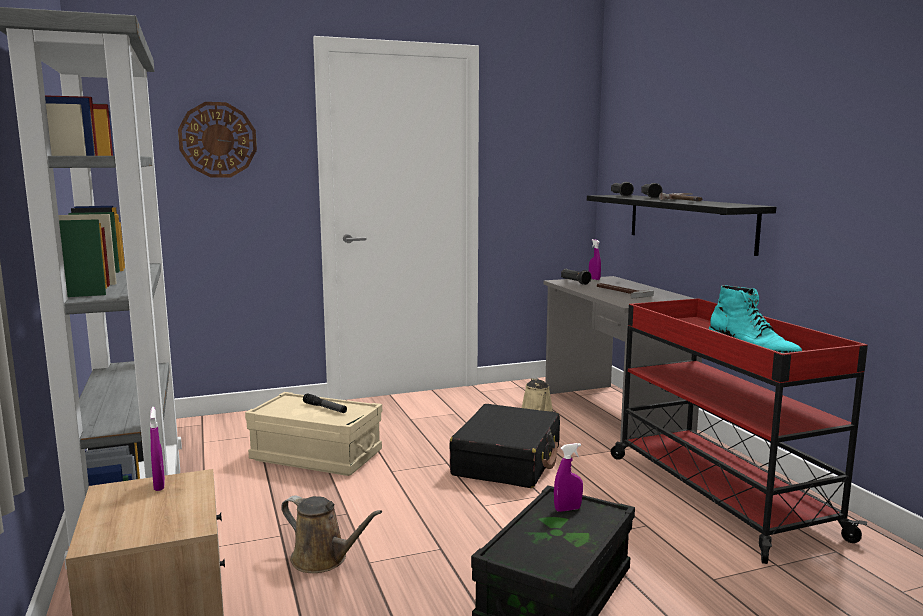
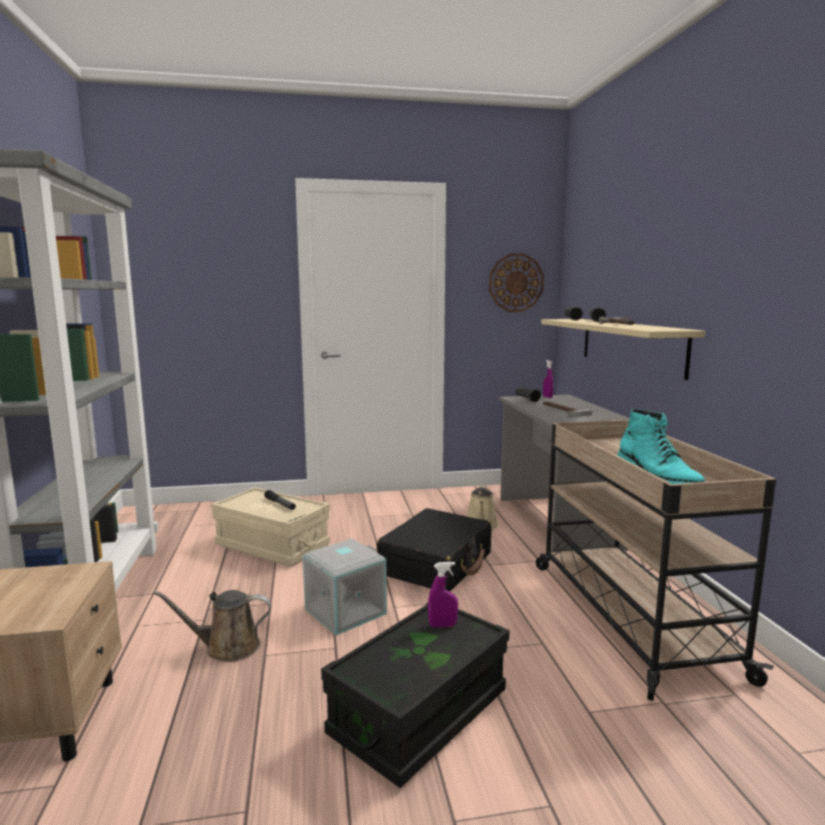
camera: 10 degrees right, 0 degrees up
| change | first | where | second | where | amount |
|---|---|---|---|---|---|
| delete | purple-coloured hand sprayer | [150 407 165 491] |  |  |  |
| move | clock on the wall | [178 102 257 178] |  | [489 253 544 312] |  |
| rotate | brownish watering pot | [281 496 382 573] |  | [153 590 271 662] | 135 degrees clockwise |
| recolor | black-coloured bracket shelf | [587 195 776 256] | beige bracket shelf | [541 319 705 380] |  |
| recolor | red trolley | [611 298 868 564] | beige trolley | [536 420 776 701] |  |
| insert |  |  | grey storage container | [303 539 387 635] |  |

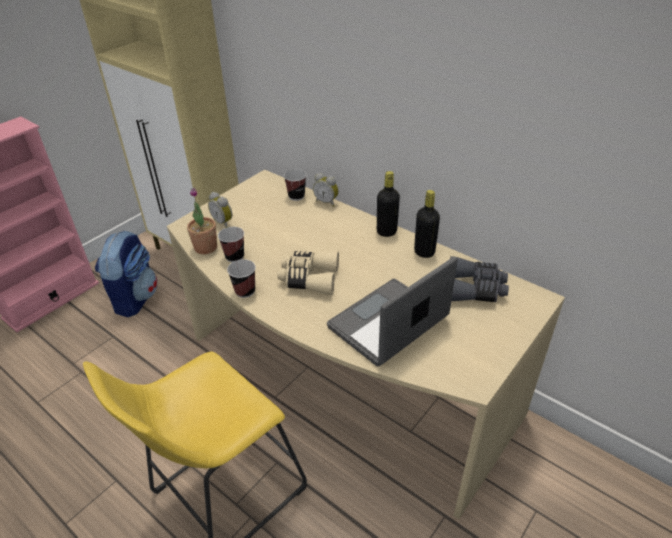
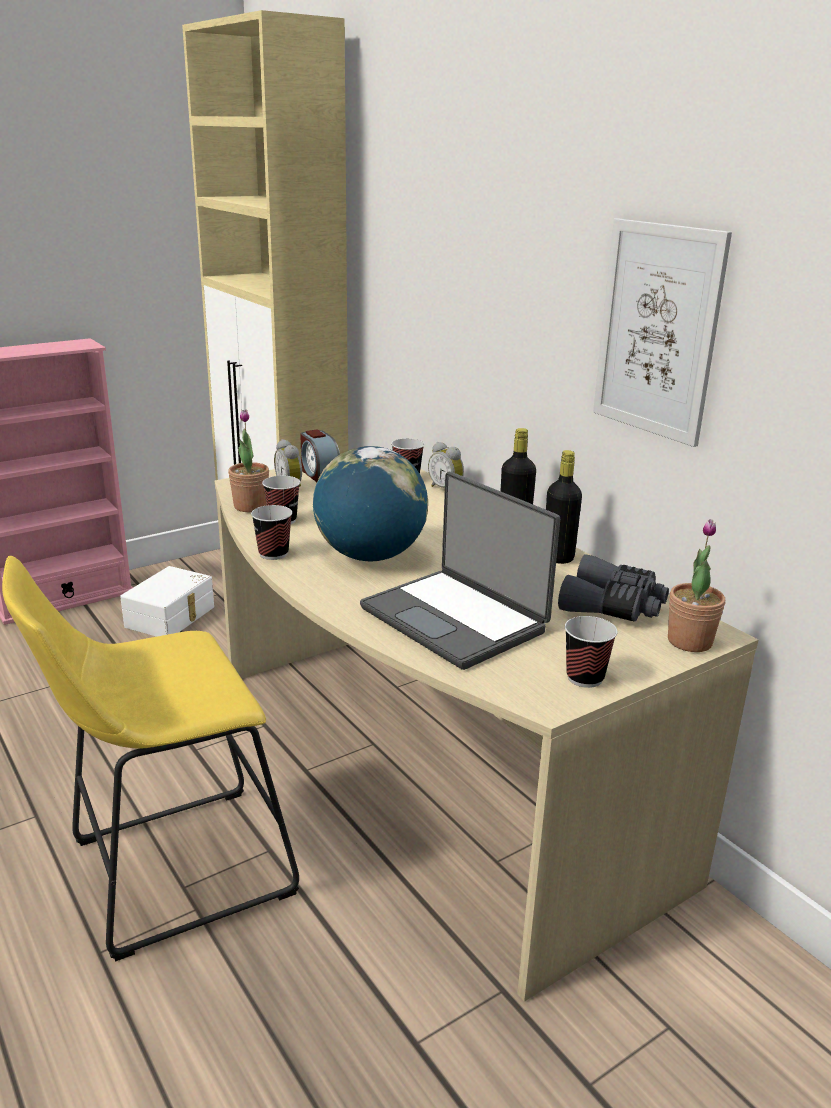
camera: 15 degrees right, 15 degrees down
| change | first | where | second | where | amount |
|---|---|---|---|---|---|
| replace | backpack | [95 231 157 317] | white-coloured storage container | [120 566 214 637] |  |
| replace | beige field glasses | [277 251 339 295] | globe | [313 446 428 561] |  |
| rotate | laptop | [327 257 458 367] |  | [360 472 560 670] | 105 degrees counterclockwise |
| insert |  |  | table clock | [300 430 340 482] |  |
| insert |  |  | cup | [565 616 618 688] |  |
| insert |  |  | wall picture | [593 218 732 447] |  |
| insert |  |  | plant in a pot | [668 519 725 652] |  |

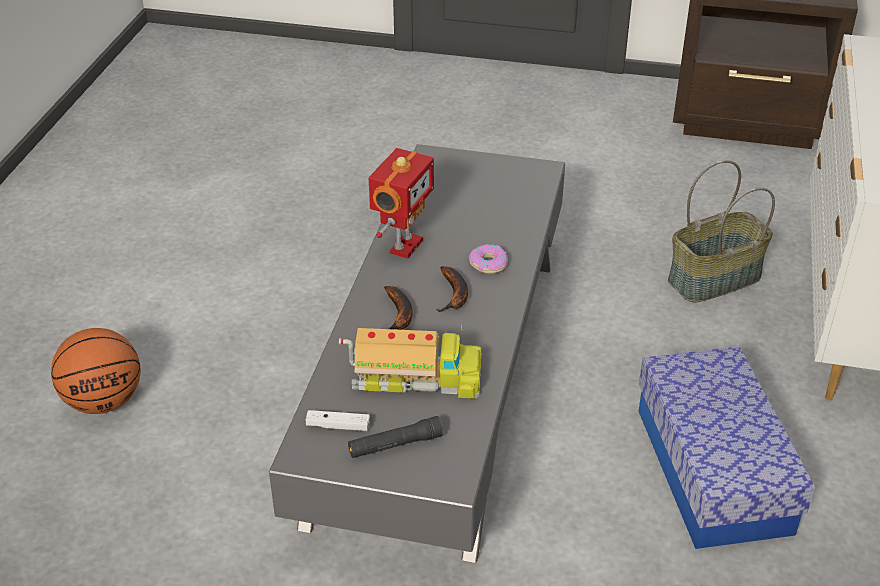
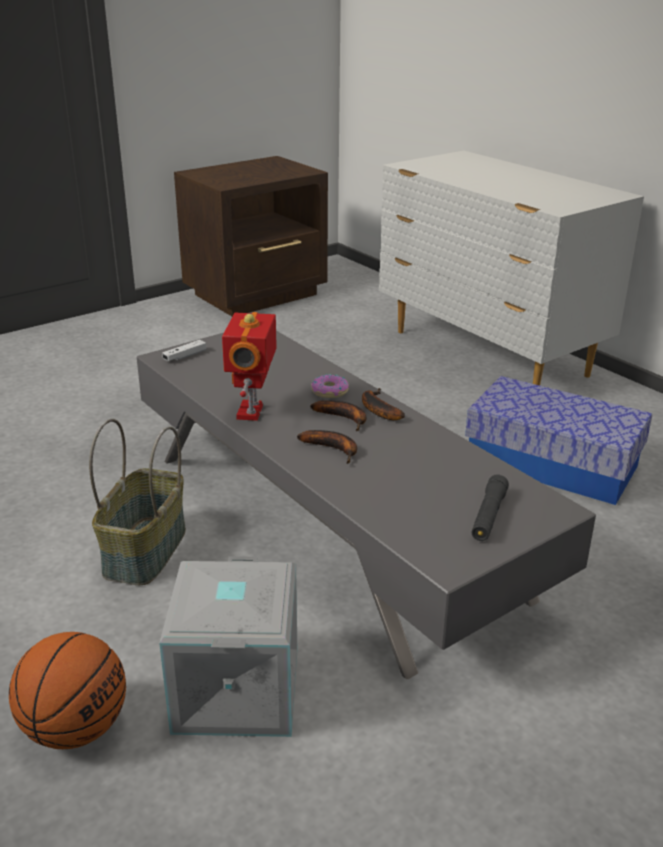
camera: 50 degrees left, 10 degrees down
| change | first | where | second | where | amount |
|---|---|---|---|---|---|
| move | white-coloured joypad | [306 410 370 431] |  | [162 340 207 361] |  |
| delete | toy truck | [339 325 482 399] |  |  |  |
| rotate | toy robot | [369 148 434 259] |  | [222 312 277 421] | 150 degrees counterclockwise |
| move | storage basket | [668 160 775 302] |  | [89 419 186 585] |  |
| insert |  |  | grey storage container | [159 556 297 737] |  |
| insert |  |  | whole banana | [362 388 405 420] |  |

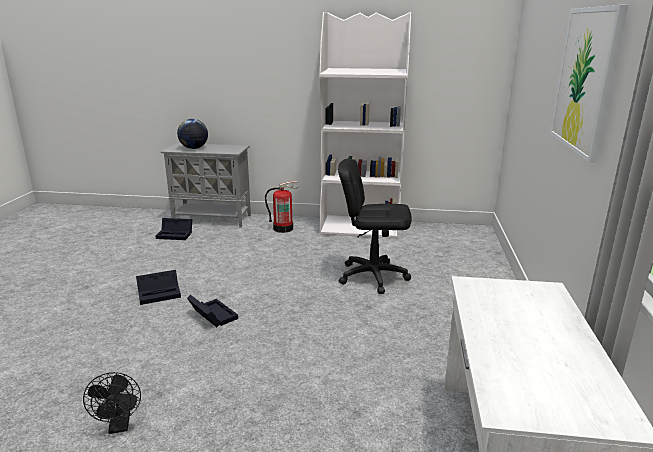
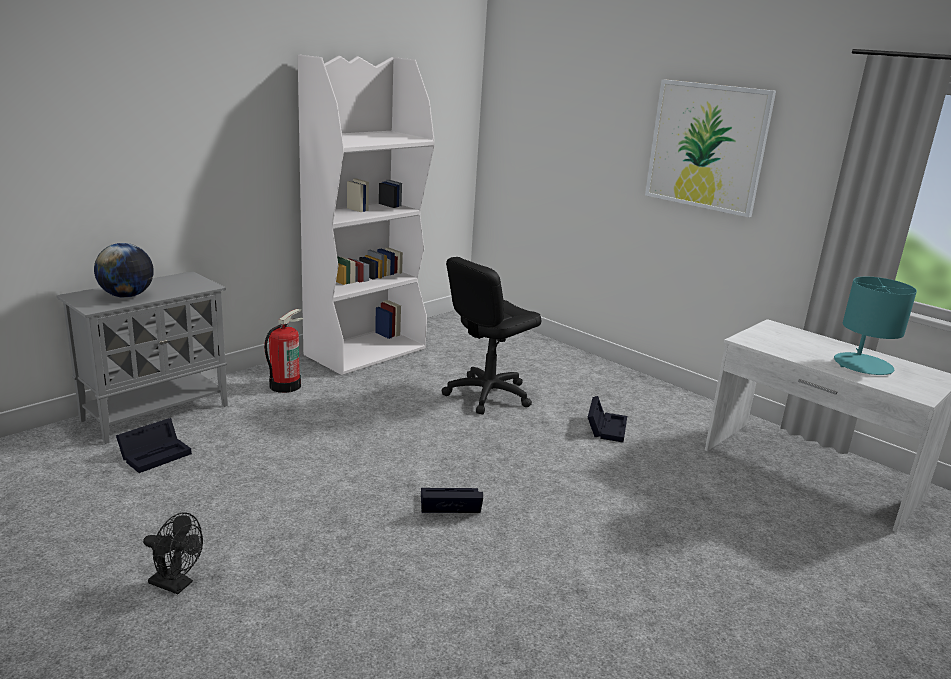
camera: 55 degrees left, 0 degrees up
| change | first | where | second | where | amount |
|---|---|---|---|---|---|
| move | black-coloured cooling fan | [83 372 141 434] |  | [143 512 203 595] |  |
| move | black-coloured storage container | [136 270 181 305] |  | [588 396 627 443] |  |
| insert |  |  | turquoise-coloured tabletop lamp | [834 277 917 375] |  |

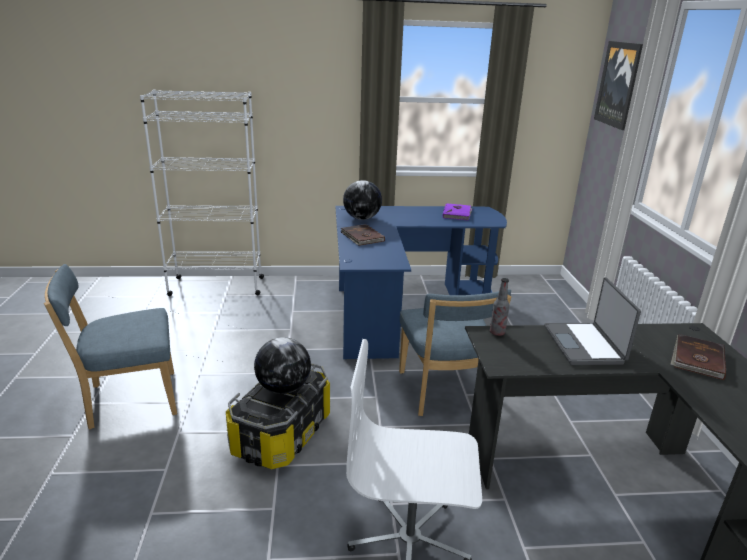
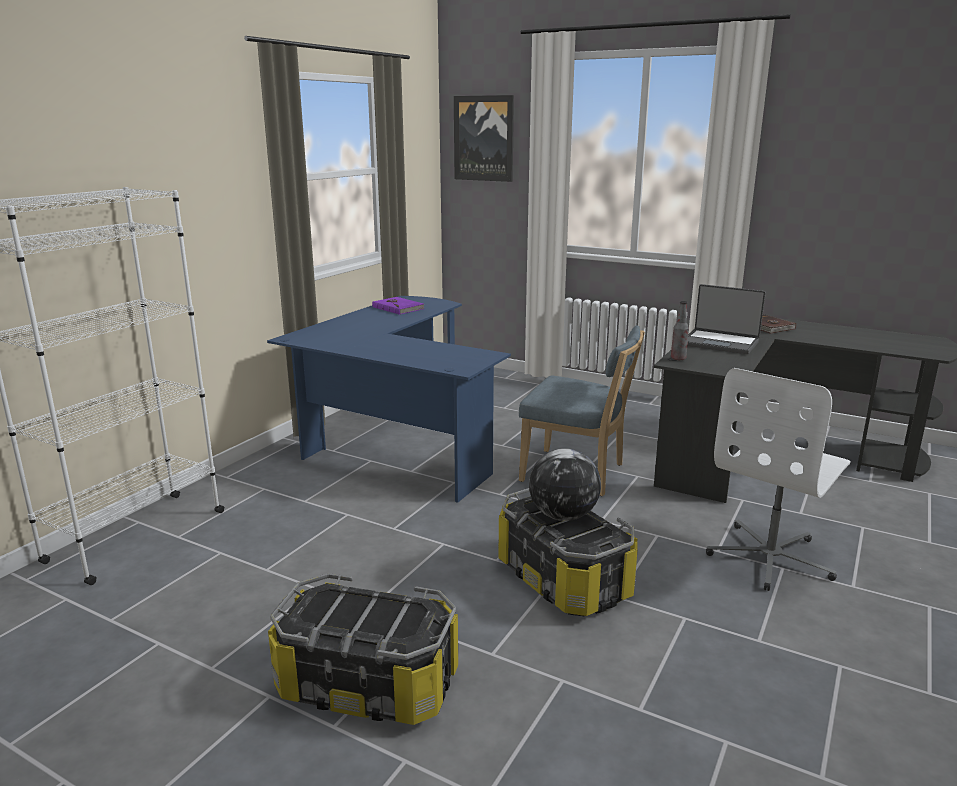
camera: 55 degrees left, 5 degrees down
| change | first | where | second | where | amount |
|---|---|---|---|---|---|
| replace | bluish chair | [44 264 177 430] | storage container | [268 573 458 725] |  |
| delete | brownish book | [341 224 385 246] |  |  |  |
| delete | globe | [343 180 382 220] |  |  |  |

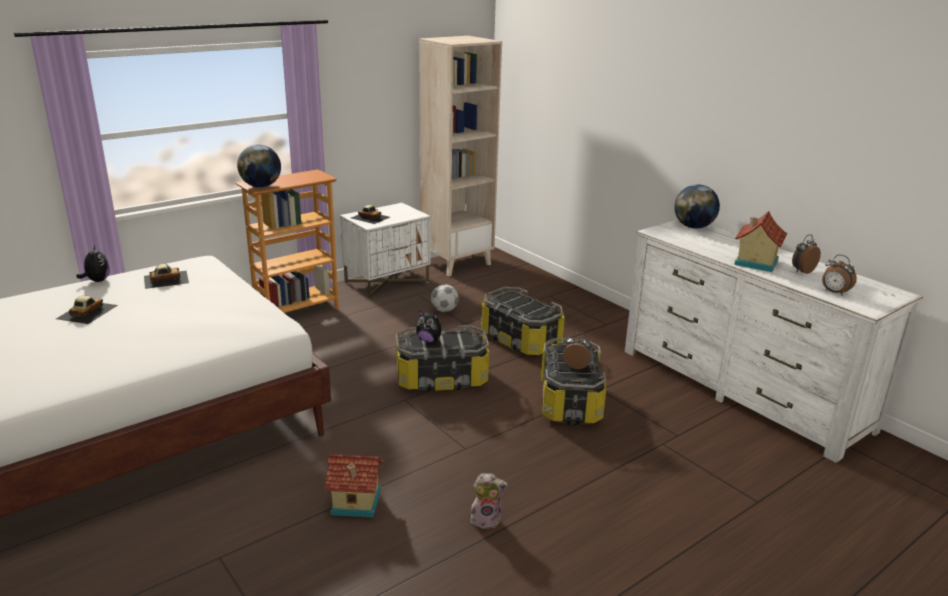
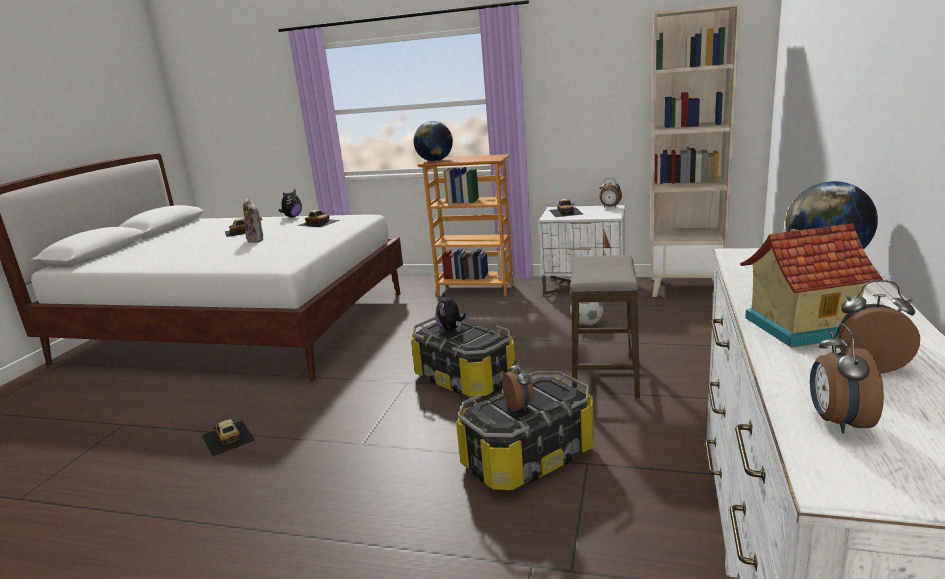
camera: 55 degrees right, 5 degrees down
| change | first | where | second | where | amount |
|---|---|---|---|---|---|
| replace | miniature house | [325 454 384 518] | toy car | [202 419 255 457] |  |
| move | soft toy | [470 473 508 529] |  | [243 198 264 243] |  |
| replace | storage container | [481 287 565 357] | stool seat | [571 255 640 399] |  |
| insert |  |  | table clock | [599 178 622 207] |  |

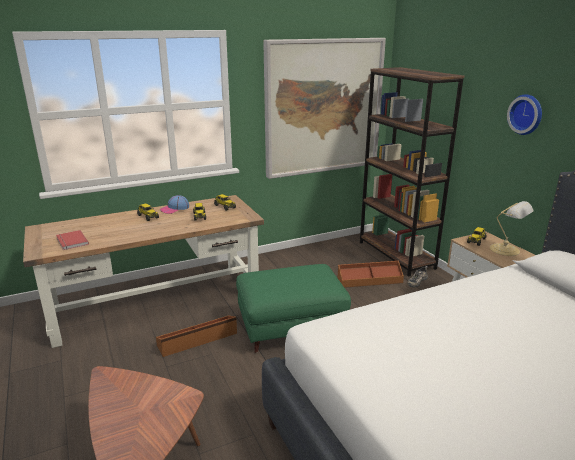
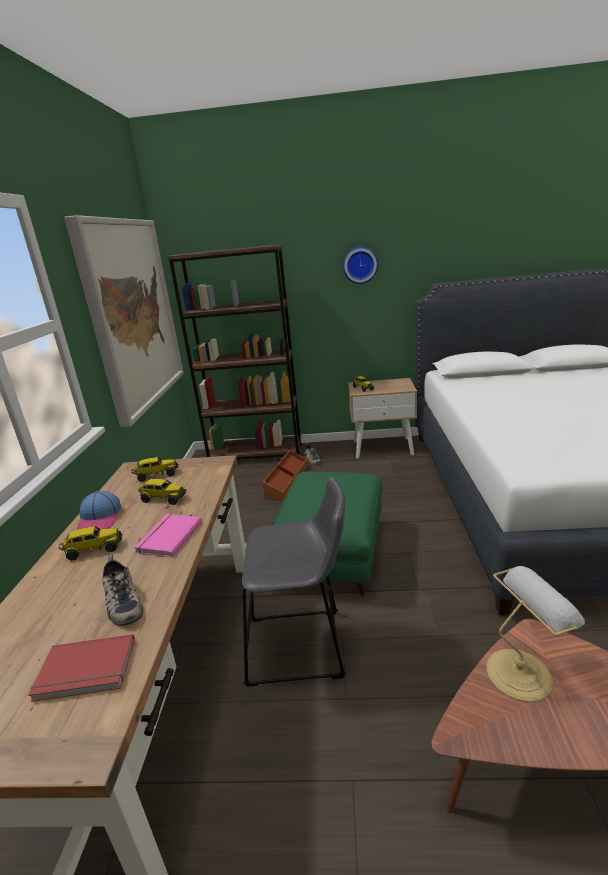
camera: 60 degrees left, 0 degrees up
| change | first | where | second | where | amount |
|---|---|---|---|---|---|
| replace | brownish storage container | [156 316 237 357] | grey stool seat | [242 477 346 687] |  |
| move | tabletop lamp | [490 201 534 256] |  | [487 566 585 702] |  |
| insert |  |  | low shoe | [102 554 143 626] |  |
| insert |  |  | pinkish book | [134 514 202 557] |  |

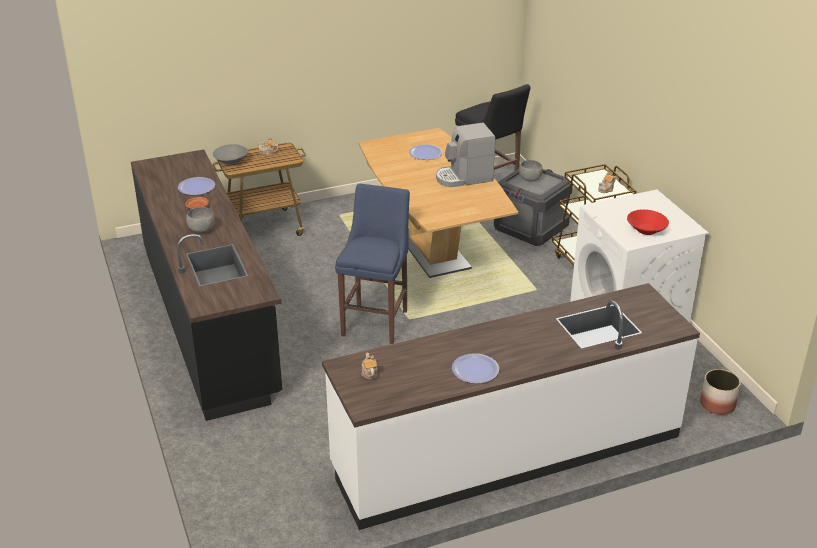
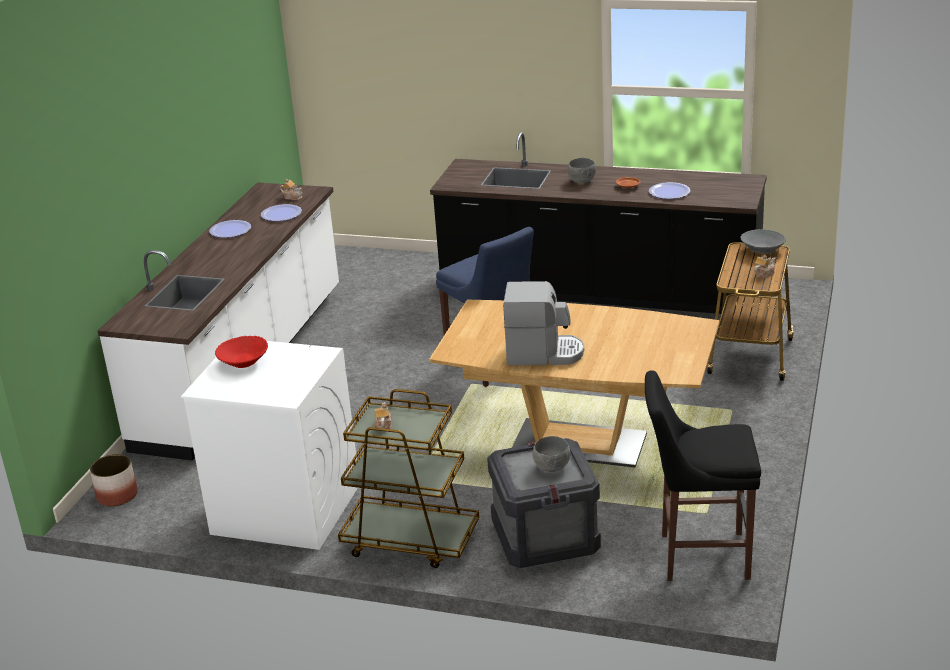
camera: 130 degrees right, 5 degrees down
| change | first | where | second | where | amount |
|---|---|---|---|---|---|
| move | dinner plate | [409 144 443 160] |  | [261 204 302 221] |  |
| rotate | coffee maker | [436 123 495 188] |  | [503 281 584 365] | 75 degrees clockwise |

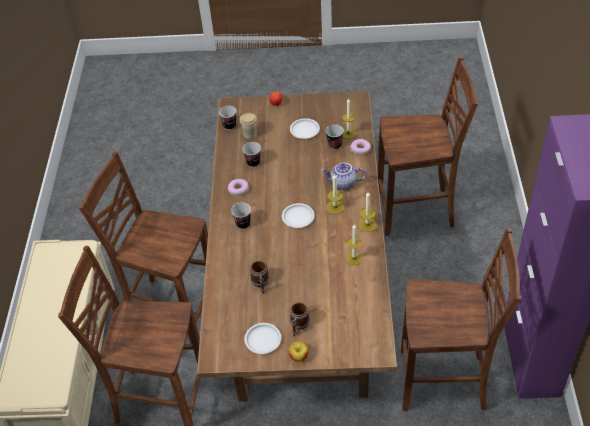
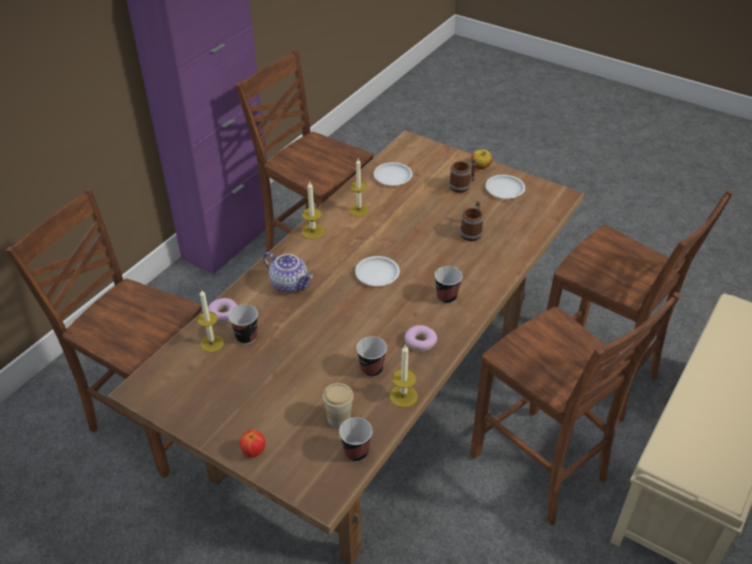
camera: 150 degrees left, 5 degrees down
| change | first | where | second | where | amount |
|---|---|---|---|---|---|
| move | white-coloured dinner plate | [290 118 320 139] |  | [373 162 412 185] |  |
| move | candle | [326 174 344 214] |  | [389 344 418 408] |  |

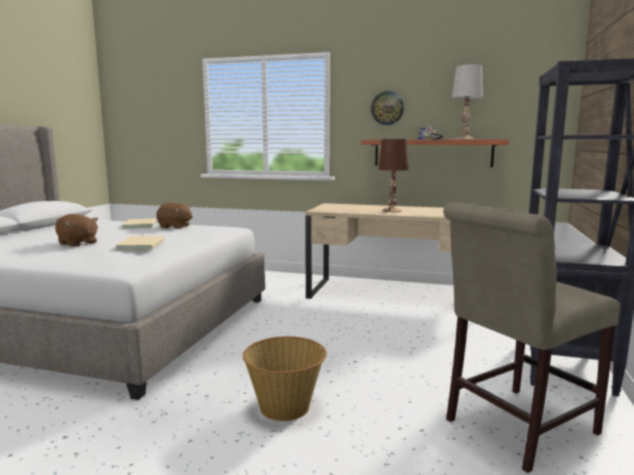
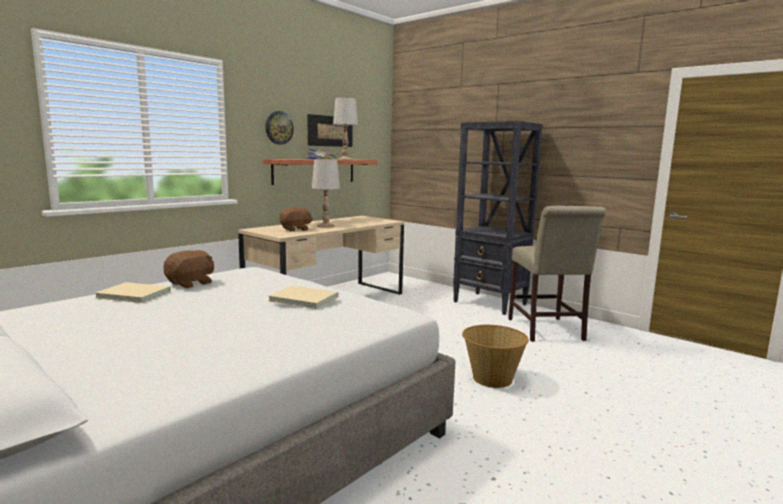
camera: 65 degrees left, 0 degrees up
| change | first | where | second | where | amount |
|---|---|---|---|---|---|
| move | brownish soft toy | [55 214 98 247] |  | [279 207 313 231] |  |
| recolor | brownish tabletop lamp | [378 139 409 212] | white-coloured tabletop lamp | [312 160 340 228] |  |
| insert |  |  | wall picture | [307 114 353 147] |  |

